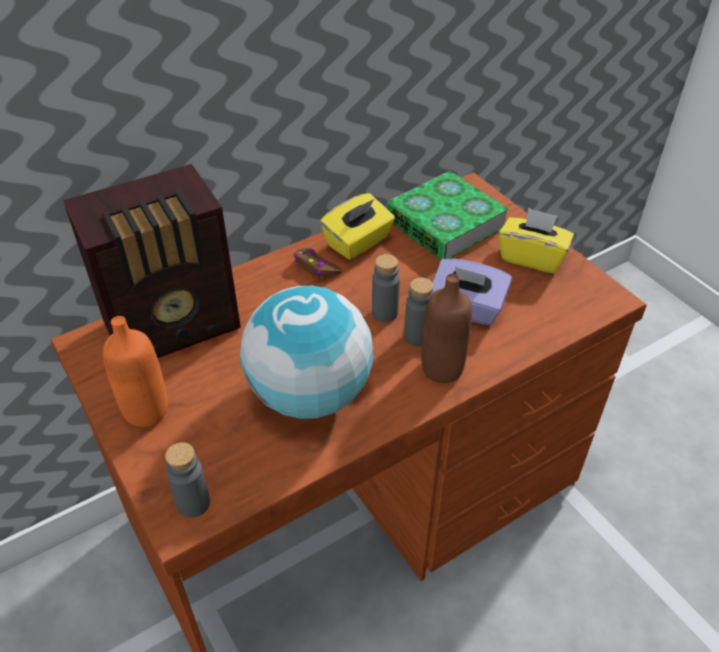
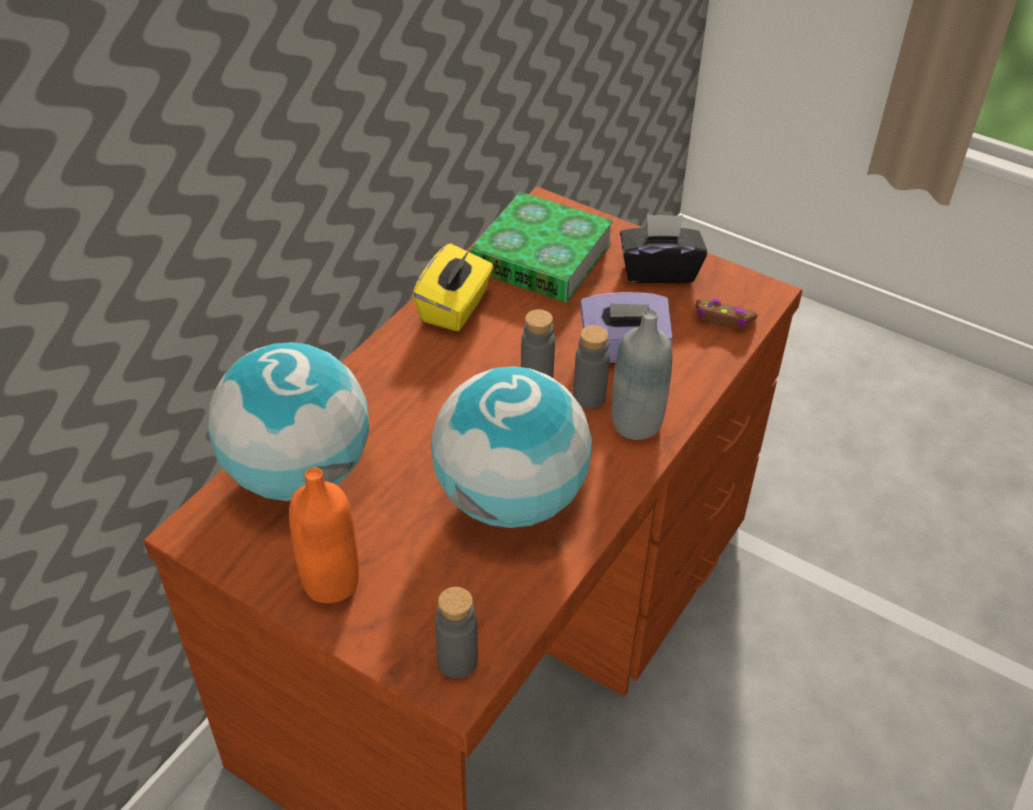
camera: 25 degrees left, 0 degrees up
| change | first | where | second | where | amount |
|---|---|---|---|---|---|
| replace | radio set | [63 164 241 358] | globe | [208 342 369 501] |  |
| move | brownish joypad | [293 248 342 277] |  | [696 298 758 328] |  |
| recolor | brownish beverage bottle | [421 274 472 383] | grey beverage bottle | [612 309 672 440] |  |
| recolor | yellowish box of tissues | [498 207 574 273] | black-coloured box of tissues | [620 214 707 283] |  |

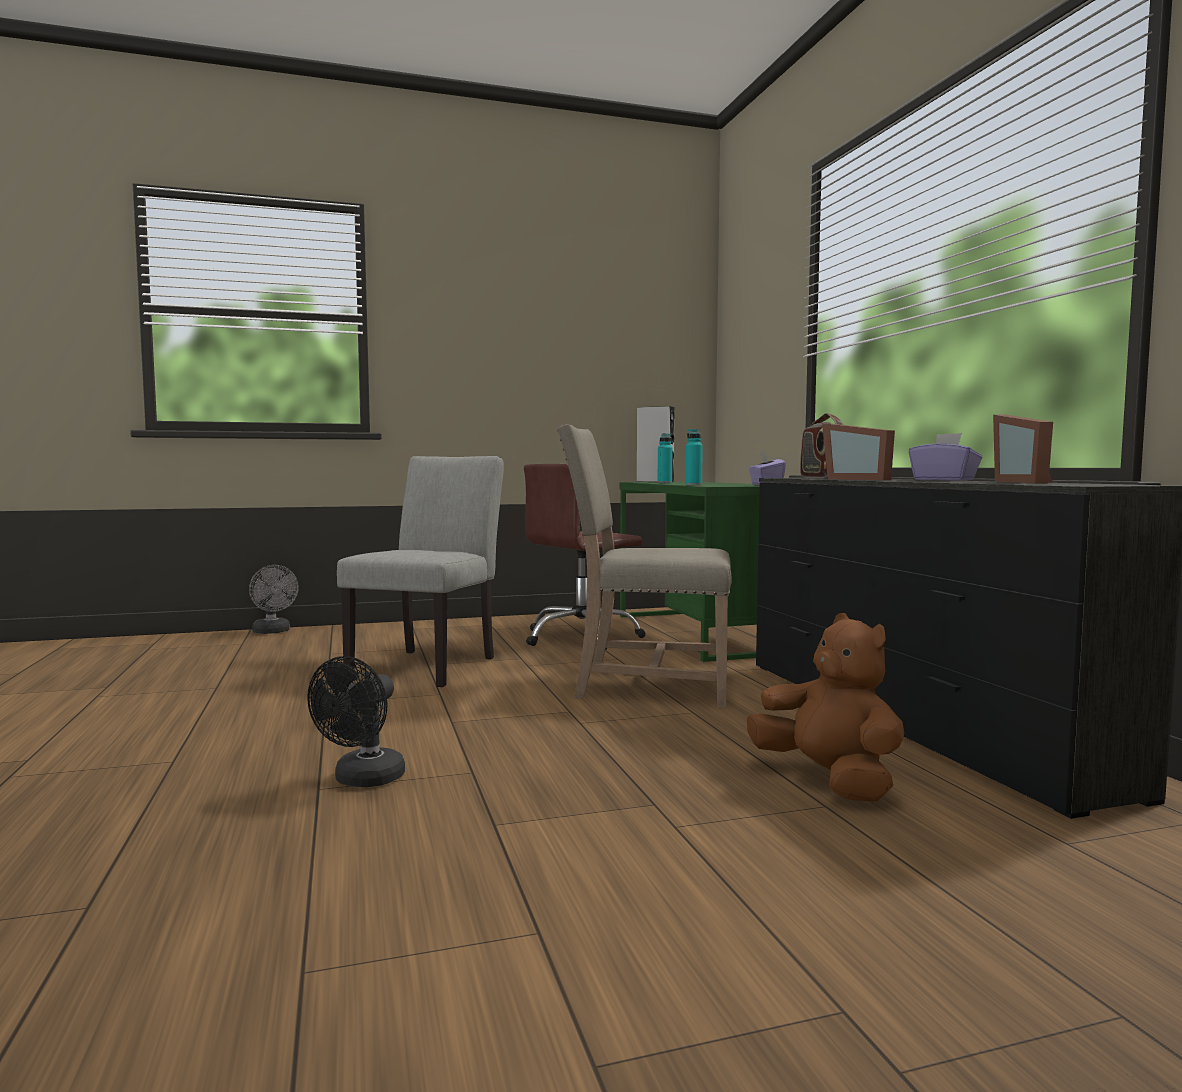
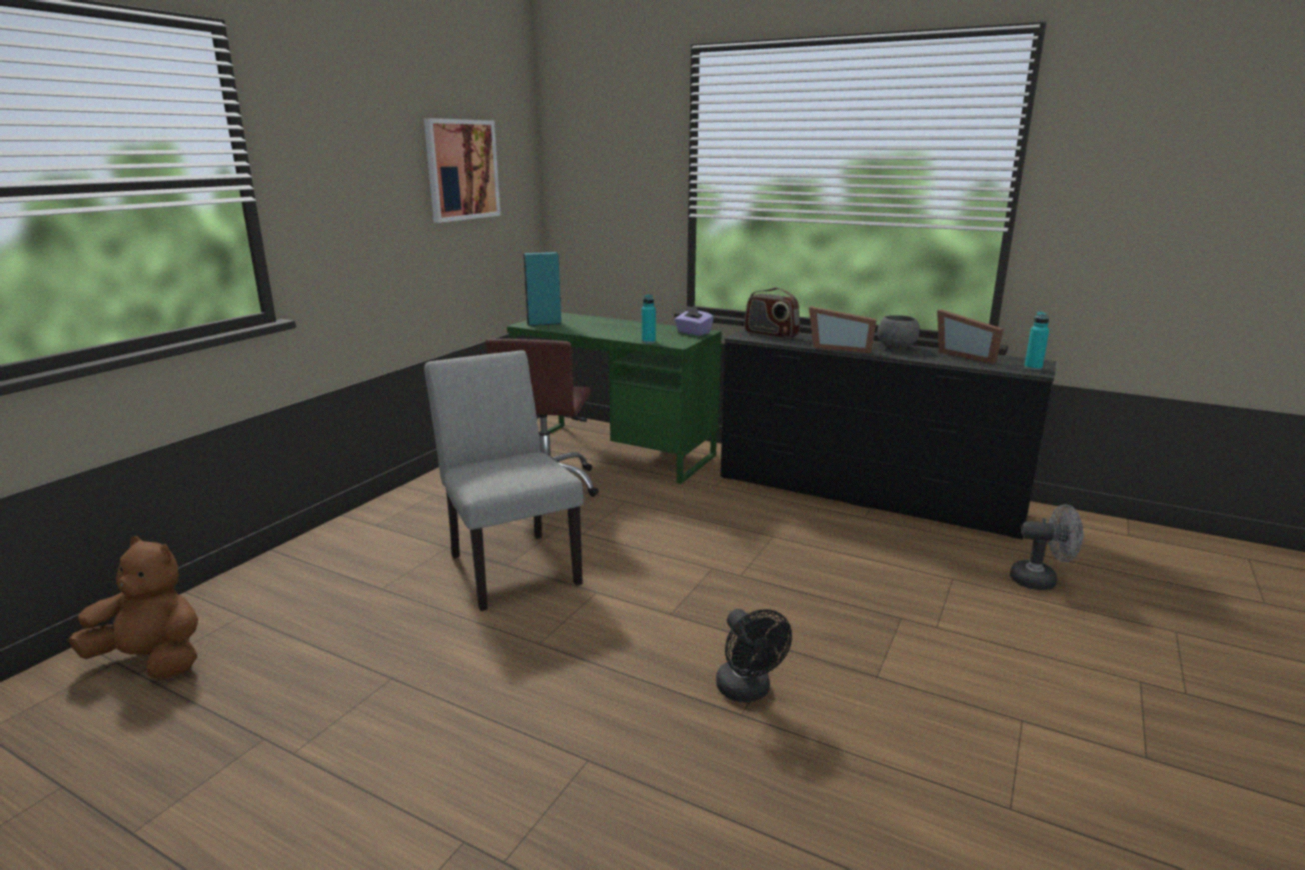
camera: 45 degrees left, 15 degrees up
| change | first | where | second | where | amount |
|---|---|---|---|---|---|
| move | grey cooling fan | [249 565 299 634] |  | [1010 504 1083 590] |  |
| delete | beige chair | [557 424 732 708] |  |  |  |
| recolor | grey loudspeaker | [637 406 675 482] | turquoise-coloured loudspeaker | [523 252 562 326] |  |
| move | turquoise-coloured beverage bottle | [657 433 672 483] |  | [1024 312 1049 370] |  |
| move | brownish soft toy | [747 613 904 802] |  | [68 536 198 679] |  |
| replace | purple-coloured box of tissues | [909 433 982 481] | grey deep dish | [877 315 920 349] |  |
| insert |  |  | wall picture | [424 118 501 223] |  |

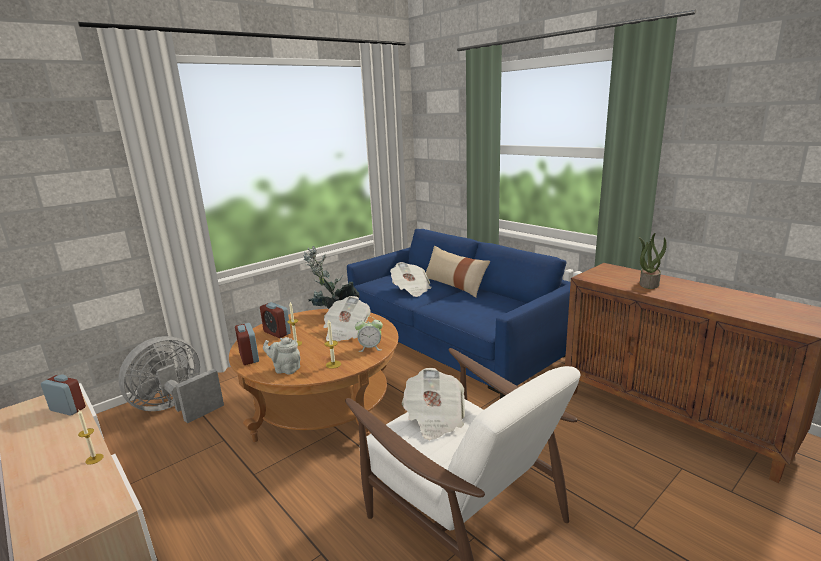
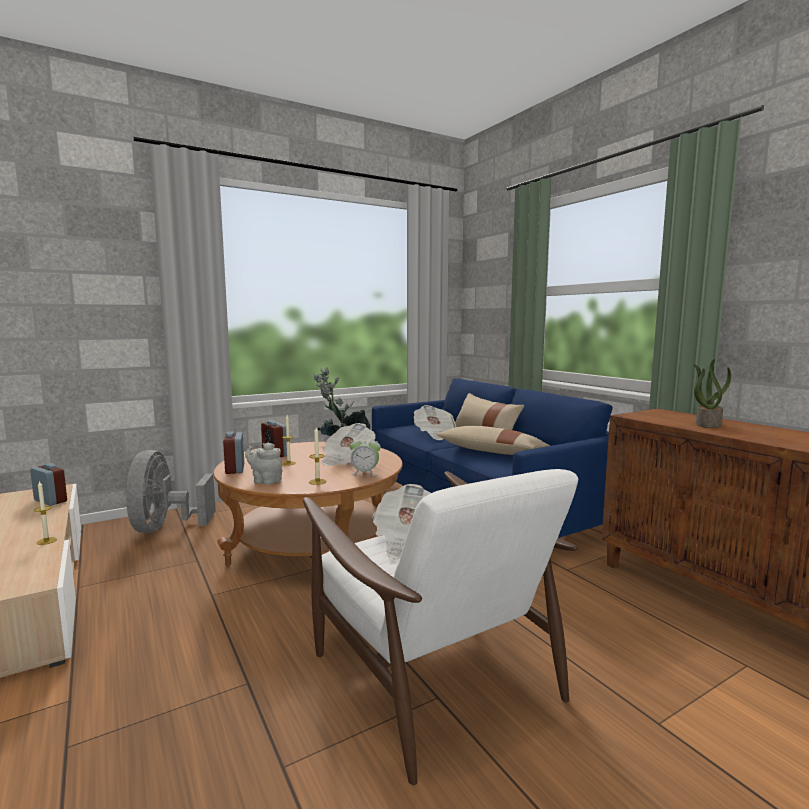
camera: 10 degrees right, 10 degrees down
| change | first | where | second | where | amount |
|---|---|---|---|---|---|
| rotate | grey cooling fan | [118 336 224 423] |  | [125 450 216 533] | 60 degrees counterclockwise |
| insert |  |  | beige throw pillow | [437 426 550 455] |  |

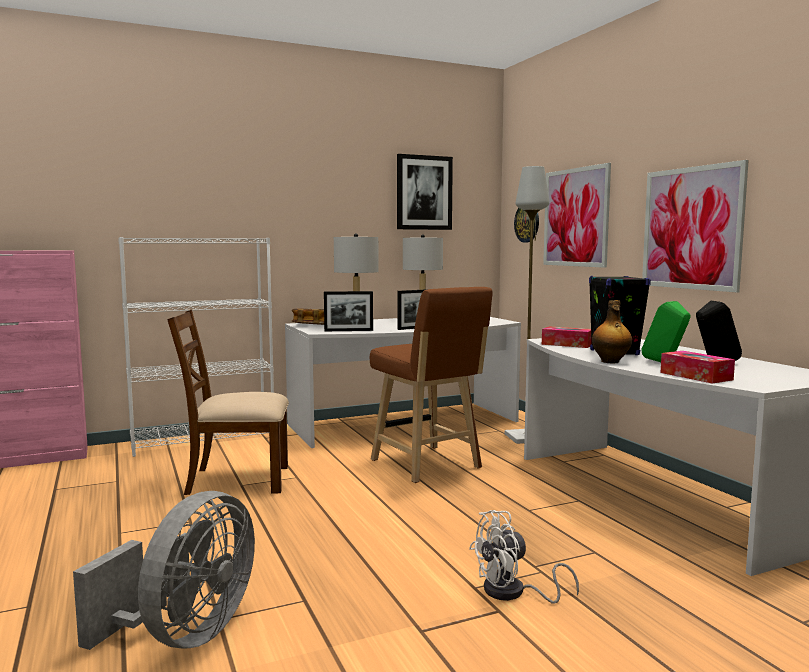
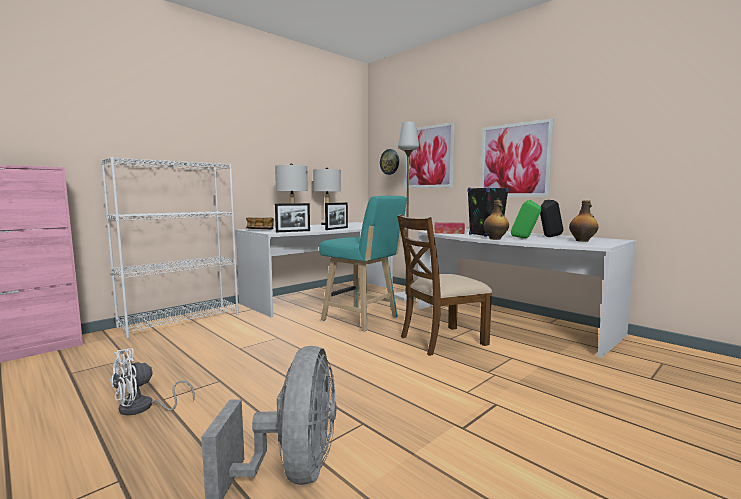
camera: 20 degrees left, 0 degrees up
| change | first | where | second | where | amount |
|---|---|---|---|---|---|
| move | brownish chair | [167 310 289 495] |  | [397 214 492 356] |  |
| recolor | brownish stool seat | [370 287 493 483] | turquoise-coloured stool seat | [319 196 407 332] |  |
| delete | wall picture | [397 154 453 230] |  |  |  |
| move | white-coloured cooling fan | [469 510 579 603] |  | [110 348 195 415] |  |
| delete | box of tissues | [661 351 735 384] |  |  |  |
| insert |  |  | beverage bottle | [569 200 598 242] |  |

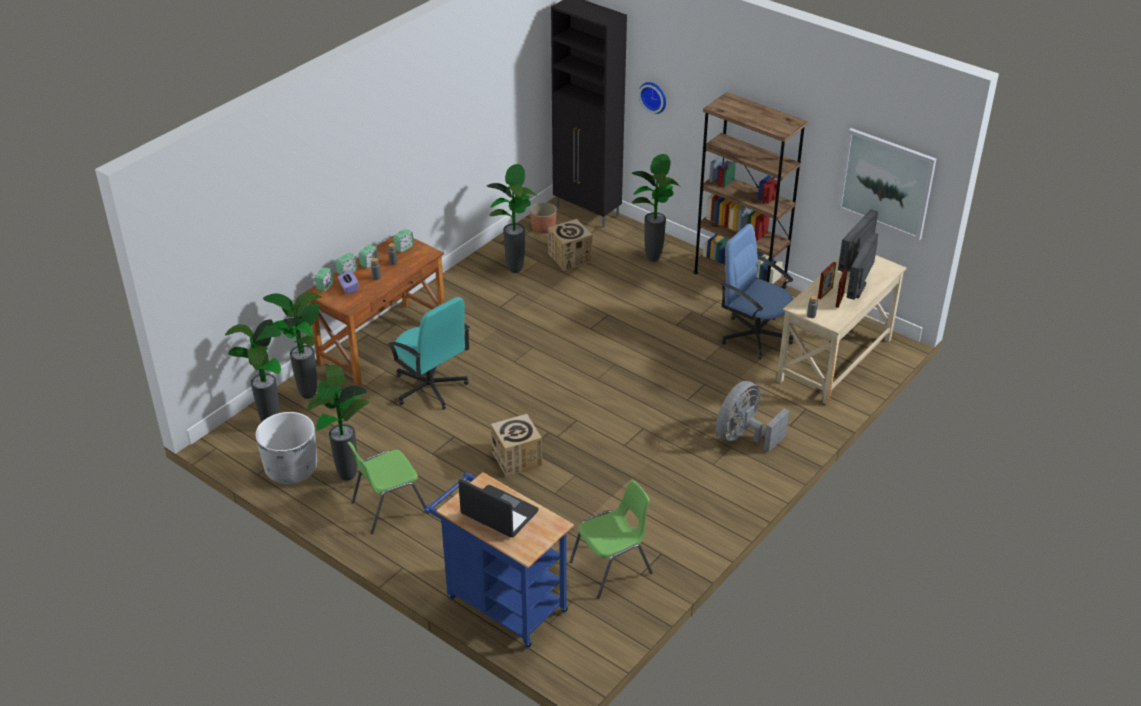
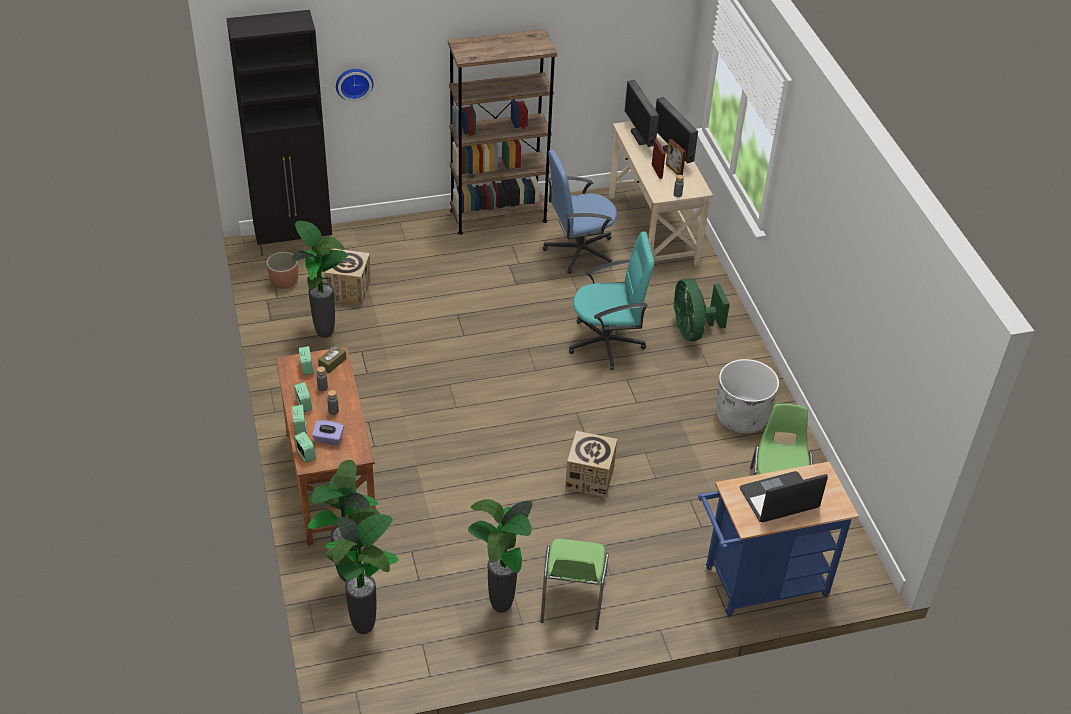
camera: 55 degrees left, 5 degrees up
| change | first | where | second | where | amount |
|---|---|---|---|---|---|
| move | white-coloured planter | [256 412 317 484] |  | [716 359 779 433] |  |
| move | turquoise-coloured desk chair | [387 297 470 410] |  | [569 232 654 370] |  |
| delete | plant in a pot | [631 154 680 262] |  |  |  |
| recolor | grey cooling fan | [716 381 789 452] | green cooling fan | [673 278 730 341] |  |
| delete | wall picture | [838 128 936 241] |  |  |  |
| insert |  |  | brownish box of tissues | [318 345 347 373] |  |

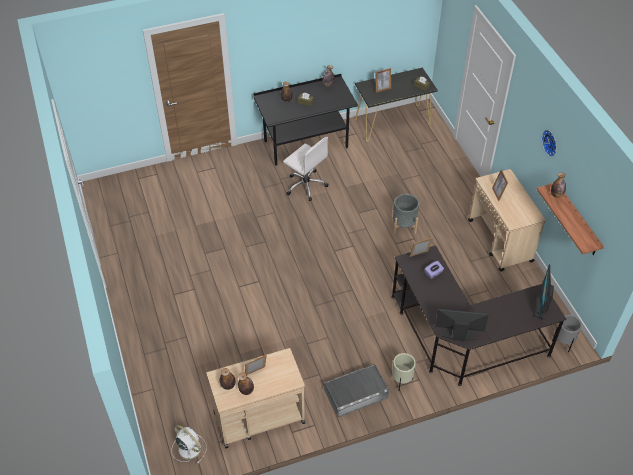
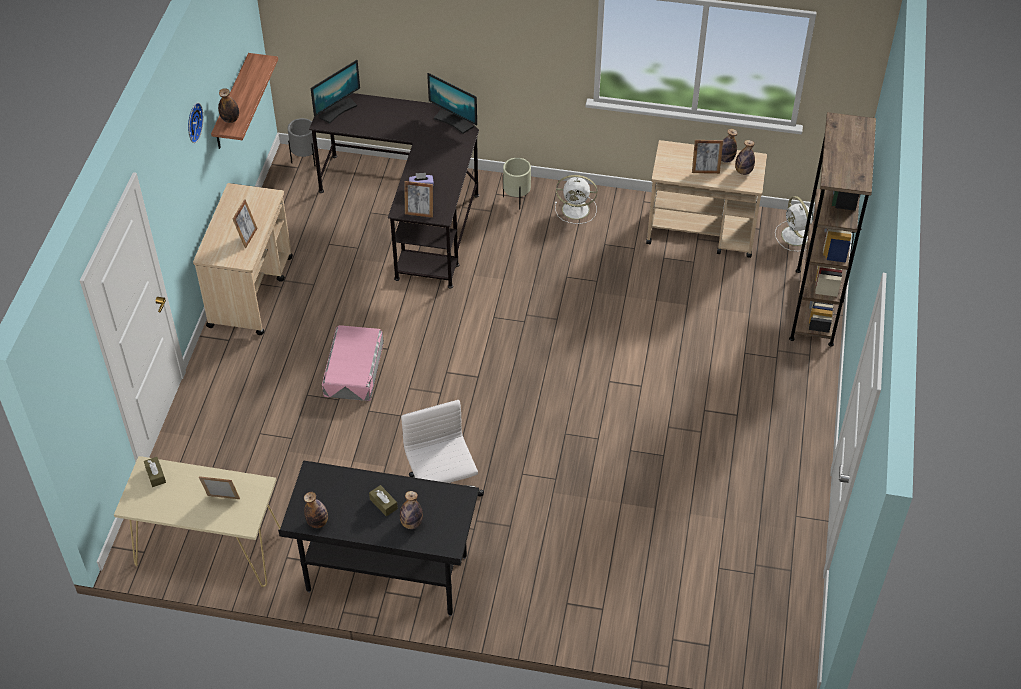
camera: 150 degrees left, 0 degrees up
| change | first | where | second | where | amount |
|---|---|---|---|---|---|
| replace | grey storage container | [324 364 389 417] | white-coloured cooling fan | [555 175 597 224] |  |
| recolor | black-coloured hall table | [355 67 438 141] | beige hall table | [114 456 281 587] |  |
| replace | grey planter | [392 194 419 234] | pinkish storage container | [322 325 384 401] |  |
| insert |  |  | brownish bookcase | [789 112 876 347] |  |

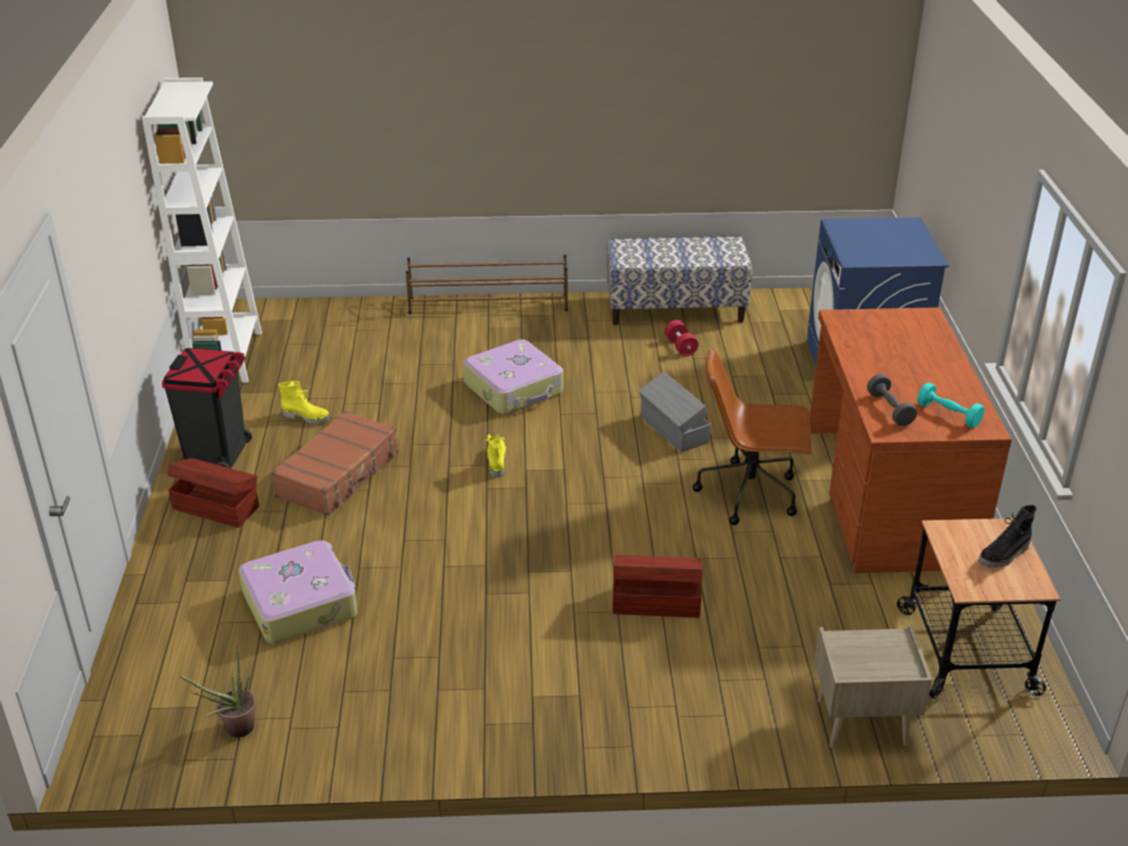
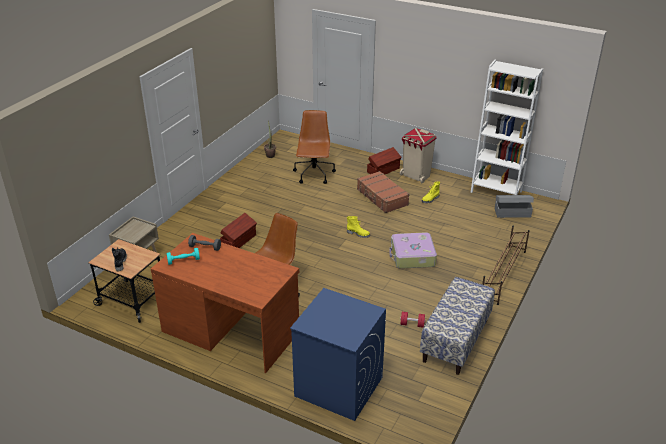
camera: 120 degrees right, 0 degrees up
| change | first | where | second | where | amount |
|---|---|---|---|---|---|
| recolor | black-coloured trash can | [162 348 252 468] | beige trash can | [400 128 436 184] |  |
| replace | travel case | [239 540 357 644] | brownish desk chair | [293 110 336 184] |  |
| move | grey storage container | [638 372 711 452] |  | [495 195 534 218] |  |

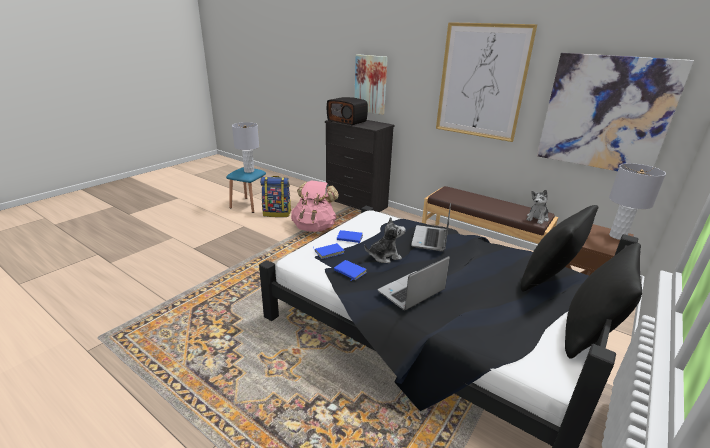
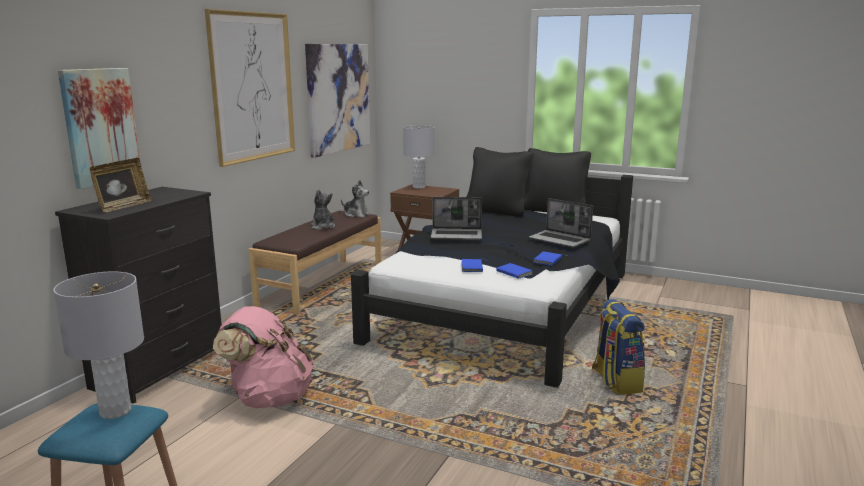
camera: 100 degrees left, 10 degrees down
| change | first | where | second | where | amount |
|---|---|---|---|---|---|
| move | backpack | [260 176 291 217] |  | [591 299 645 395] |  |
| replace | radio set | [327 97 368 126] | photo frame | [89 158 152 212] |  |
| move | soft toy | [364 217 405 263] |  | [311 189 336 230] |  |

